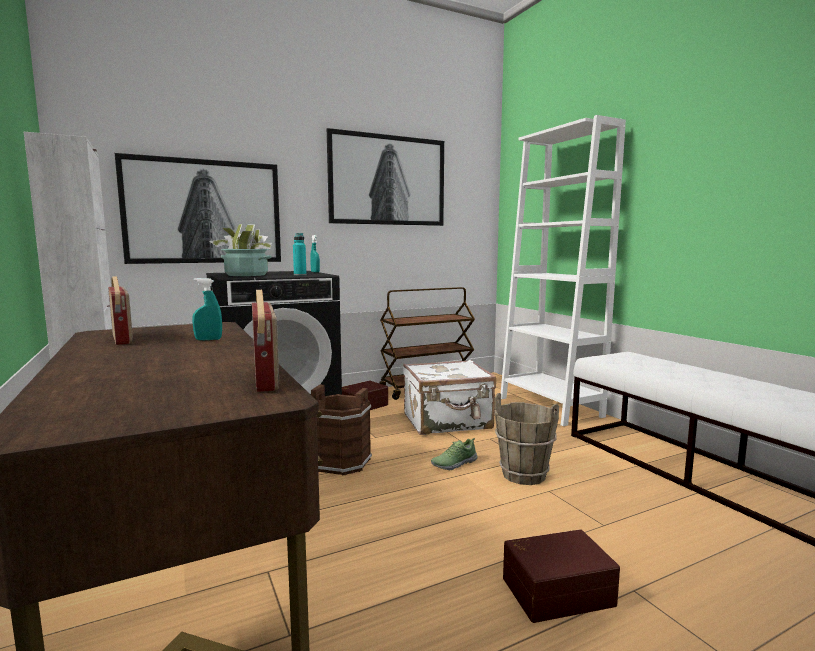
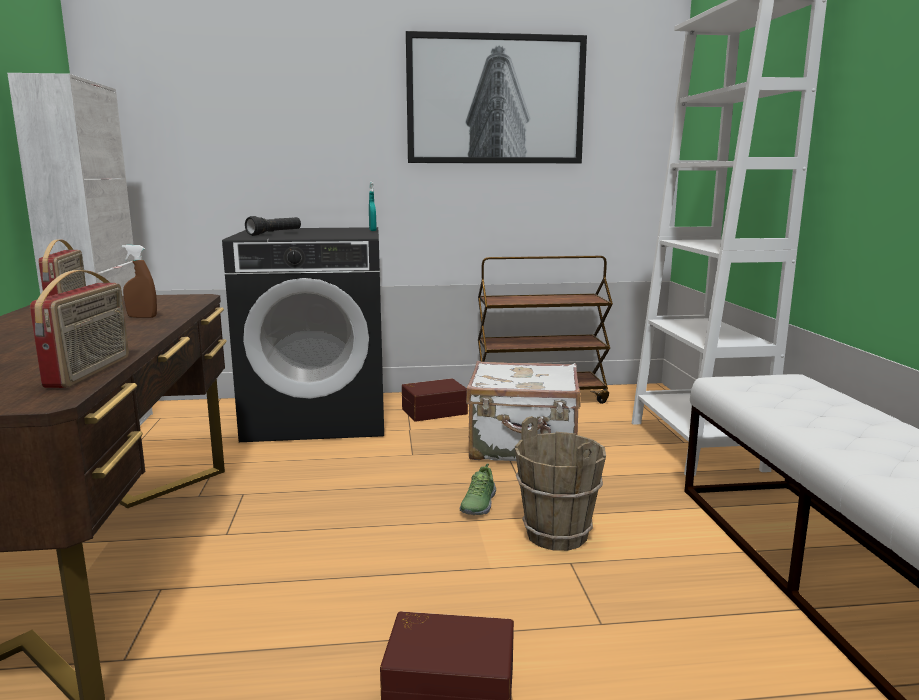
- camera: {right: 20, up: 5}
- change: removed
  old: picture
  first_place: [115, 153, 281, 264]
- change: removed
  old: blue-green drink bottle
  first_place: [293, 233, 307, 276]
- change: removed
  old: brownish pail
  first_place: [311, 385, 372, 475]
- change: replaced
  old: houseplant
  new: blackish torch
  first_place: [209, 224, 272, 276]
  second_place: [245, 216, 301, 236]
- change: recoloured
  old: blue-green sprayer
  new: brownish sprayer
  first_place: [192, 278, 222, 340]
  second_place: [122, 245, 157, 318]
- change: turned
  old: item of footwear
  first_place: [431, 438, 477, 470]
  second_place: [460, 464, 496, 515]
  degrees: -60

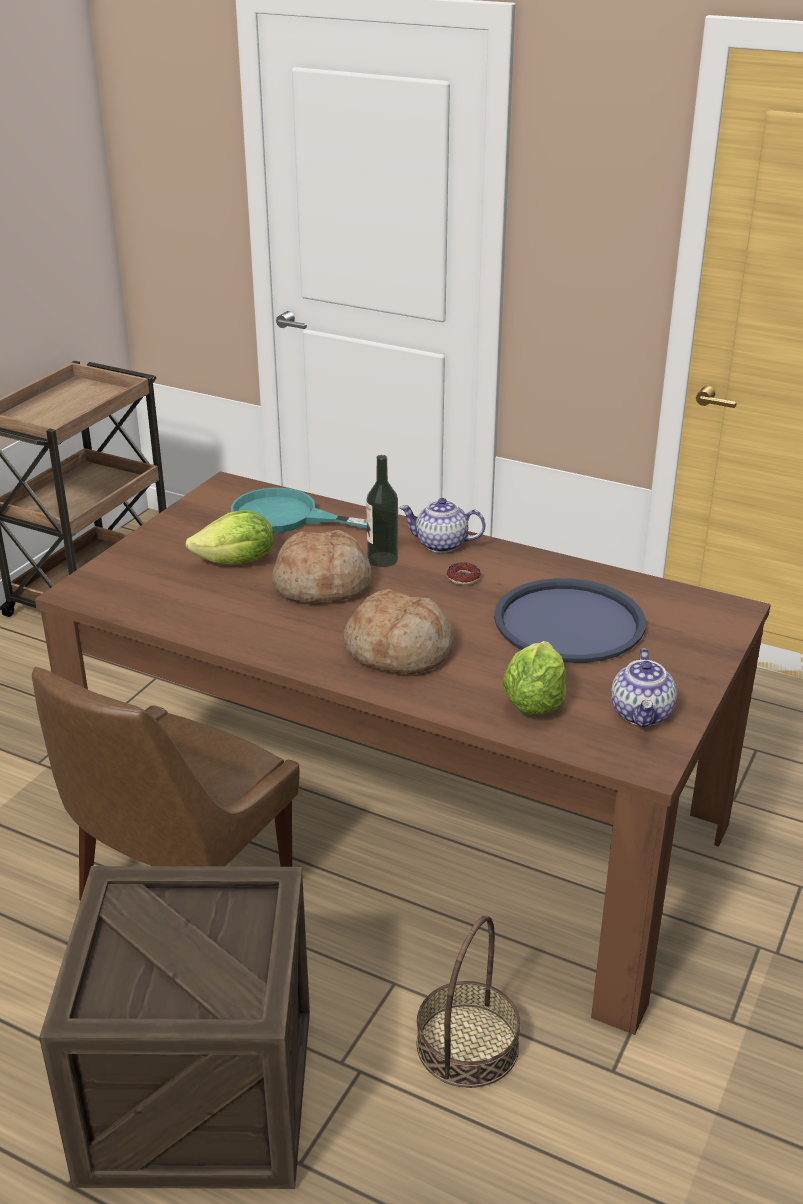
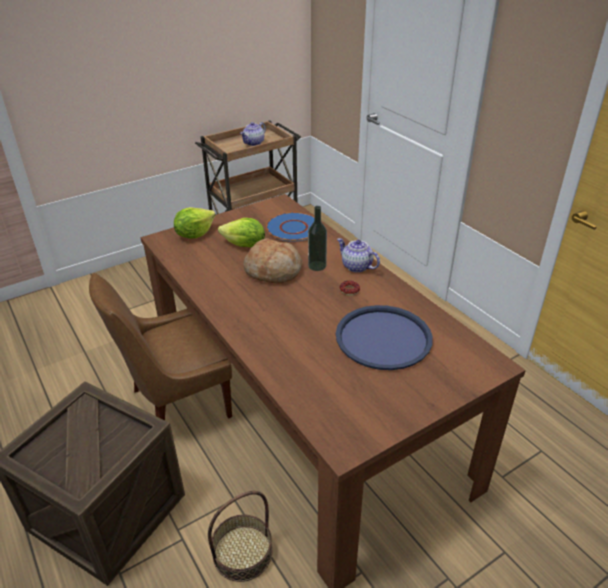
- camera: {right: 30, up: 5}
- change: removed
  old: bread
  first_place: [343, 589, 453, 674]
- change: moved
  old: lettuce
  first_place: [502, 641, 566, 715]
  second_place: [174, 207, 215, 239]
- change: moved
  old: pot for tea
  first_place: [611, 648, 677, 727]
  second_place: [240, 122, 266, 146]
- change: replaced
  old: blue-green pan
  new: blue-coloured plate
  first_place: [231, 488, 367, 533]
  second_place: [266, 212, 314, 242]

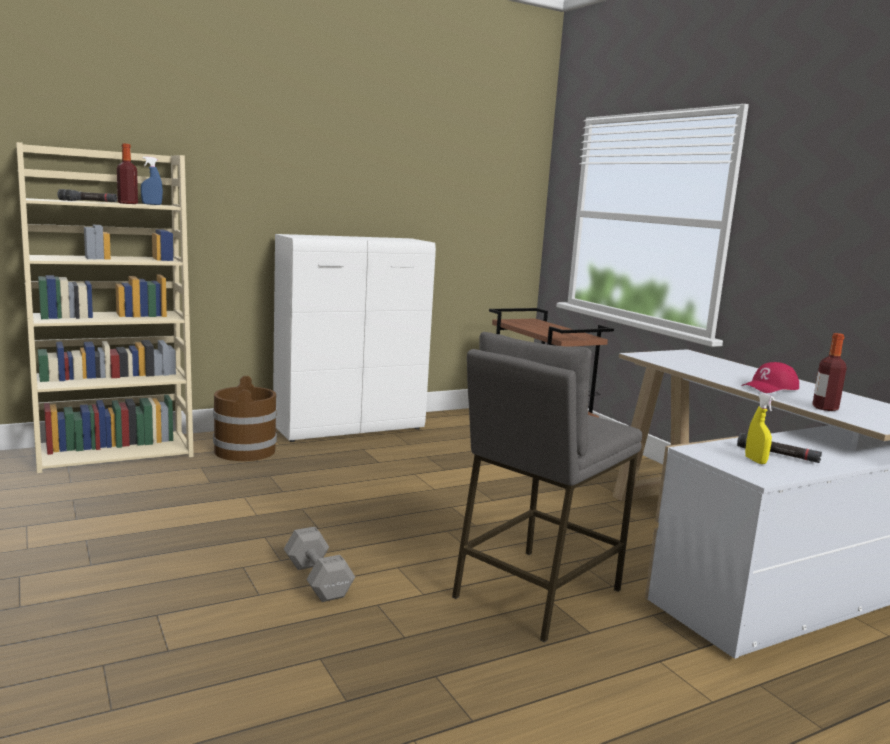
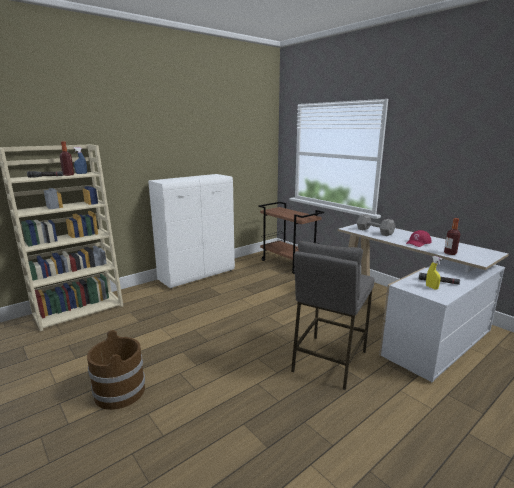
- camera: {right: -10, up: 5}
- change: moved
  old: brownish pail
  first_place: [213, 376, 277, 461]
  second_place: [87, 330, 145, 410]
- change: moved
  old: grey dumbbell
  first_place: [284, 527, 355, 602]
  second_place: [356, 214, 395, 236]

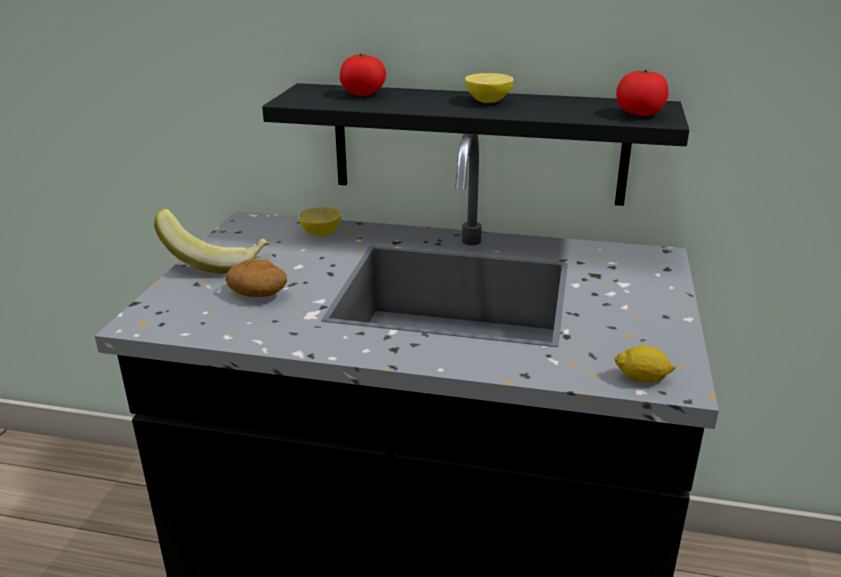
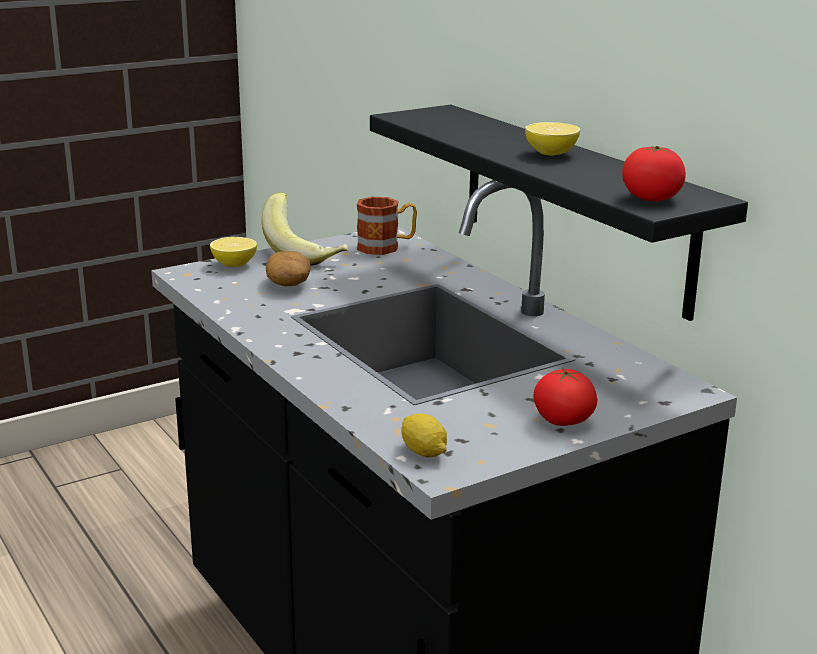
- camera: {right: 45, up: -5}
- change: added
  new: mug
  second_place: [357, 197, 417, 255]
- change: moved
  old: lemon
  first_place: [298, 207, 342, 237]
  second_place: [210, 237, 257, 267]
- change: moved
  old: tomato
  first_place: [340, 54, 386, 96]
  second_place: [533, 368, 597, 426]

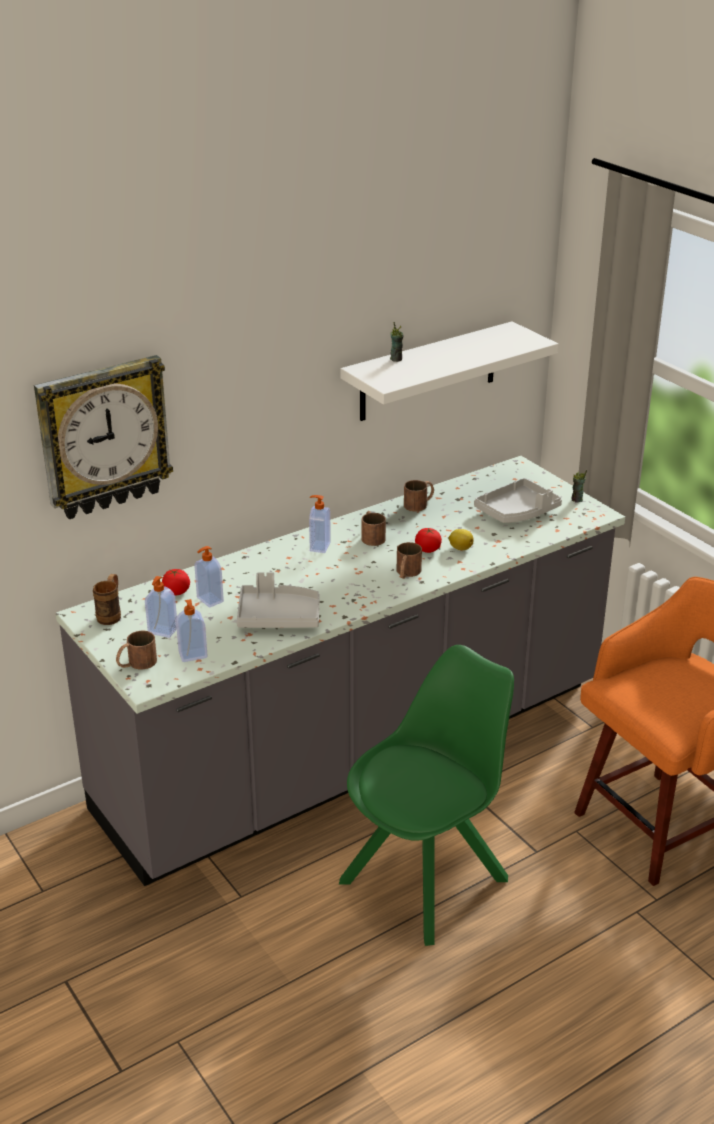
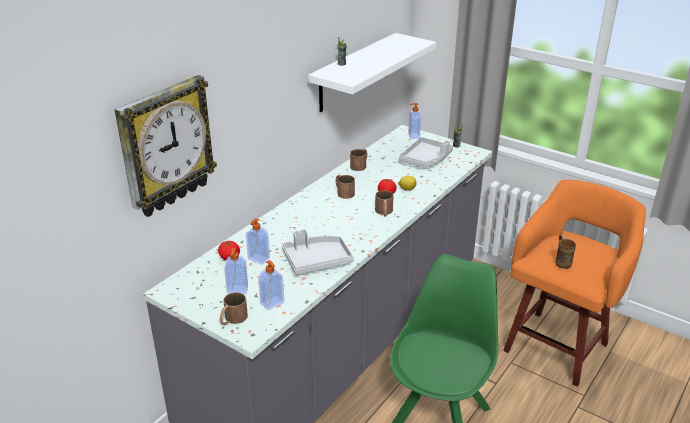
- camera: {right: -20, up: 0}
- change: moved
  old: brownish mug
  first_place: [93, 574, 121, 625]
  second_place: [555, 234, 576, 269]
- change: moved
  old: soap bottle
  first_place: [309, 495, 331, 553]
  second_place: [408, 103, 421, 139]

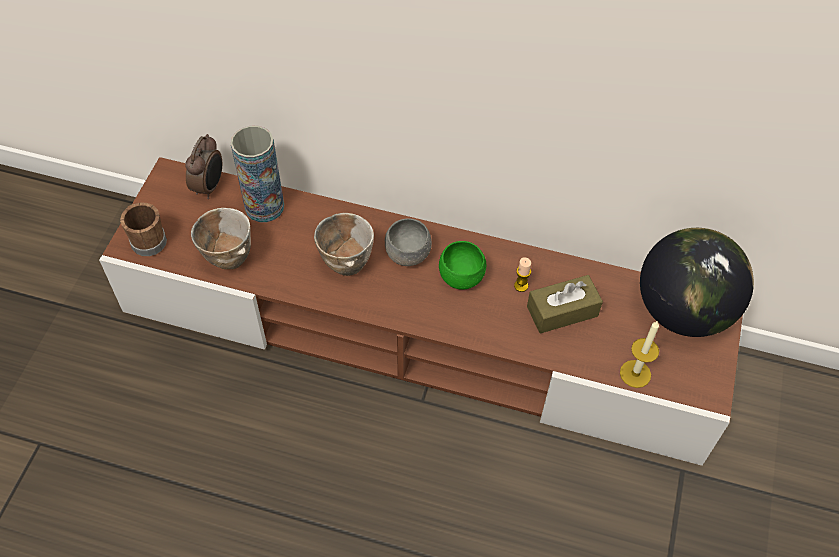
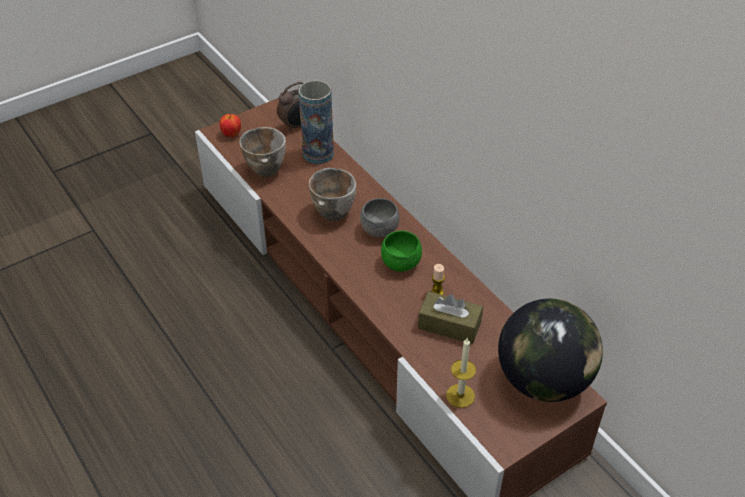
- camera: {right: 40, up: -10}
- change: replaced
  old: brownish mug
  new: whole apple
  first_place: [120, 203, 167, 256]
  second_place: [219, 114, 241, 137]

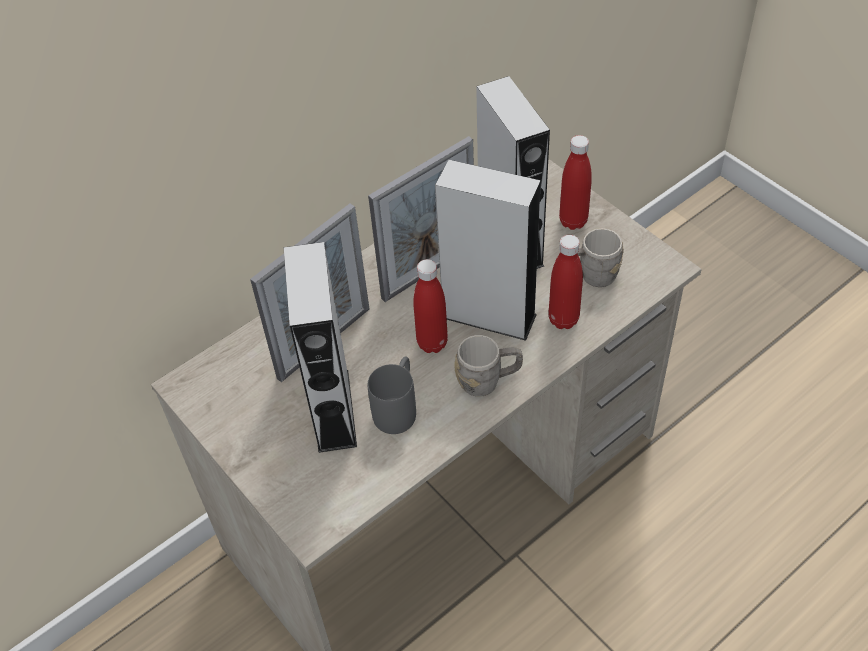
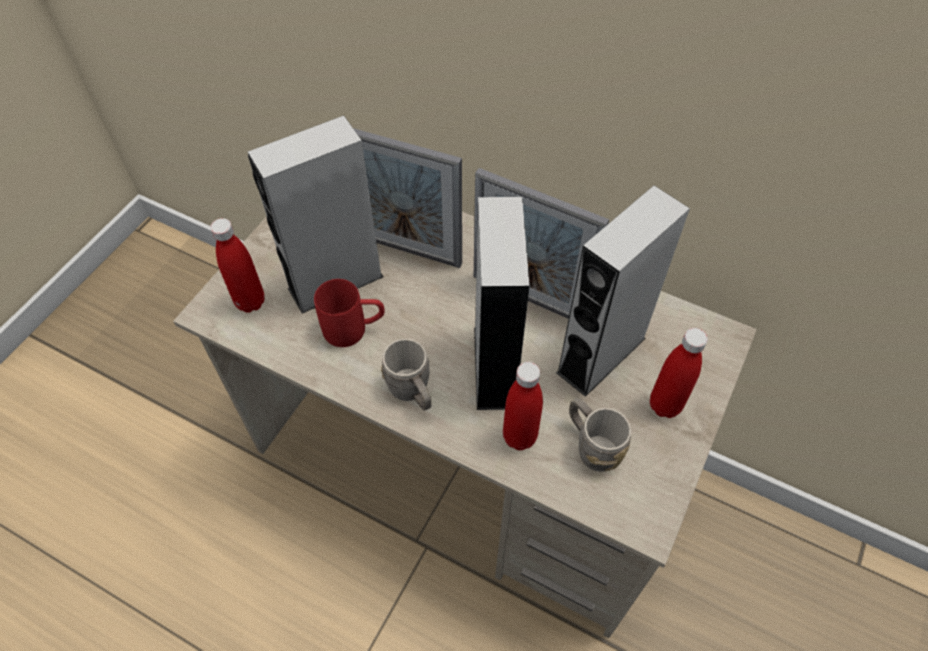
- camera: {right: 65, up: 5}
- change: moved
  old: reddish drink bottle
  first_place: [413, 259, 448, 353]
  second_place: [210, 218, 265, 313]
- change: recoloured
  old: grey mug
  new: reddish mug
  first_place: [368, 356, 416, 434]
  second_place: [314, 279, 385, 347]

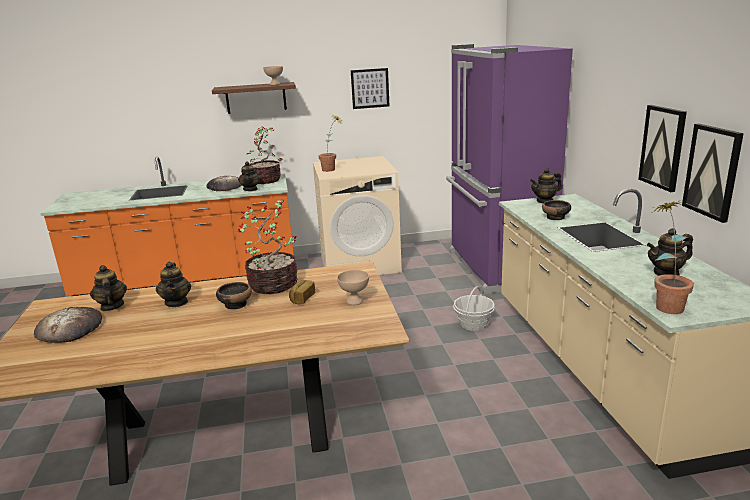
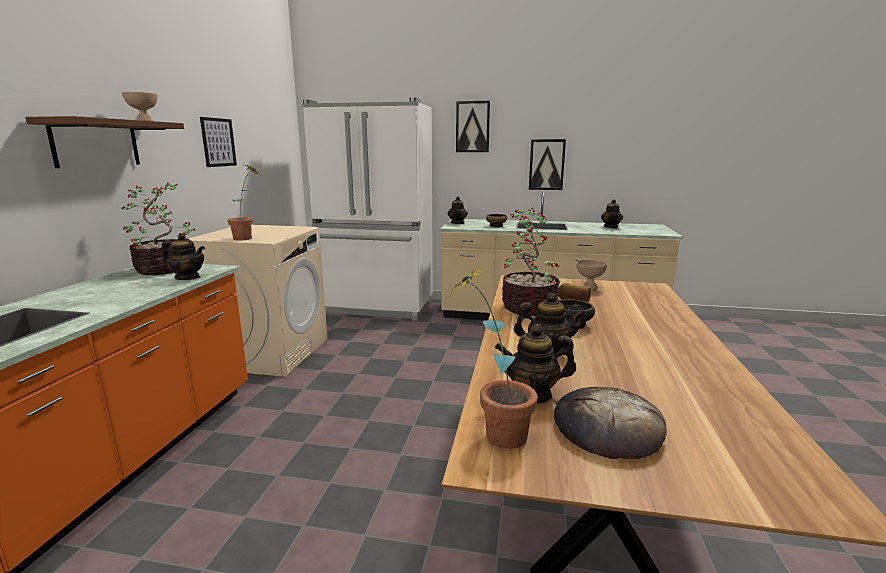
- camera: {right: -70, up: -5}
- change: removed
  old: bread
  first_place: [206, 176, 242, 191]
- change: removed
  old: basket
  first_place: [453, 286, 495, 331]
- change: moved
  old: houseplant
  first_place: [651, 200, 694, 314]
  second_place: [449, 265, 538, 449]
- change: moved
  old: picture
  first_place: [682, 124, 744, 223]
  second_place: [456, 101, 490, 152]
- change: recoloured
  old: purple fridge
  new: white-coloured fridge
  first_place: [446, 44, 573, 294]
  second_place: [302, 97, 433, 321]

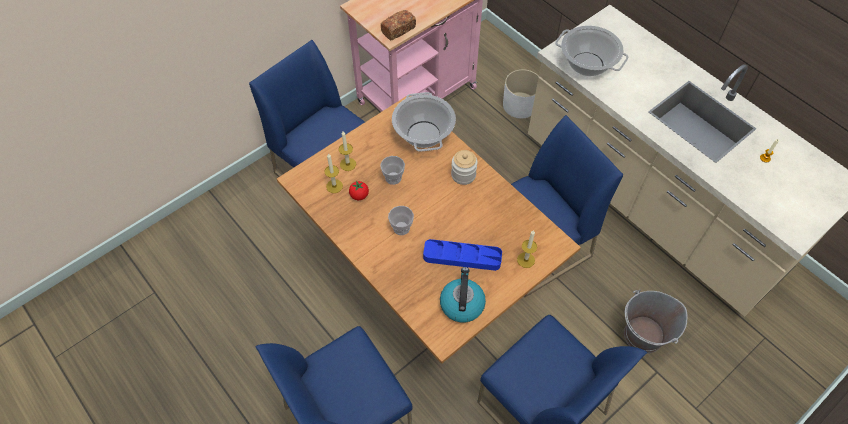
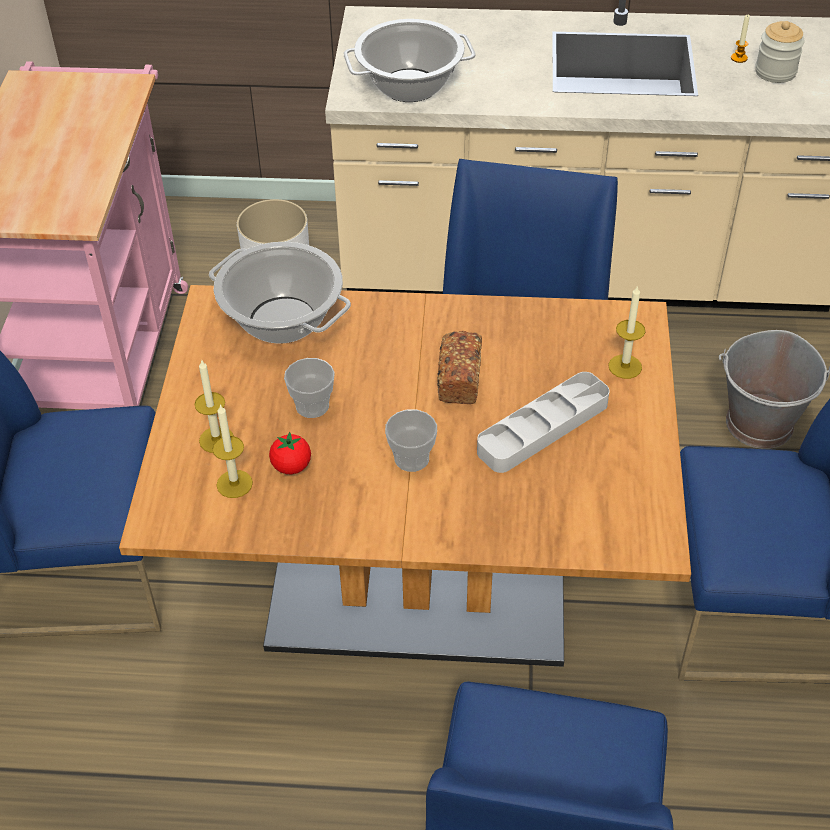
- camera: {right: -45, up: -10}
- change: removed
  old: kettle
  first_place: [440, 267, 486, 323]
- change: moved
  old: bread
  first_place: [381, 10, 416, 41]
  second_place: [437, 331, 482, 404]
- change: moved
  old: storage jar
  first_place: [451, 150, 478, 185]
  second_place: [755, 21, 805, 83]
- change: recoloured
  old: blue-coloured serving tray
  new: grey serving tray
  first_place: [423, 239, 502, 271]
  second_place: [477, 372, 609, 473]

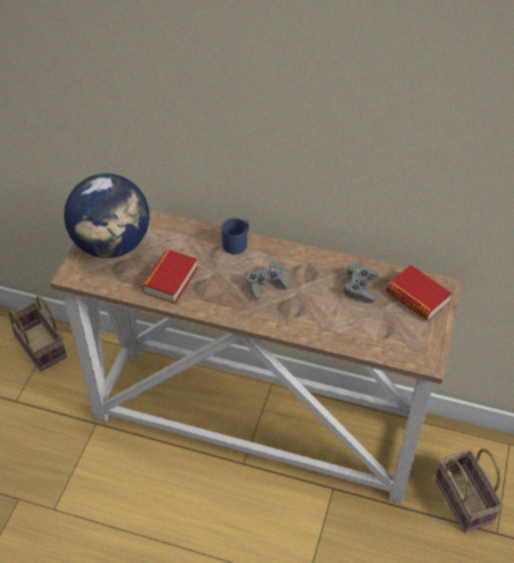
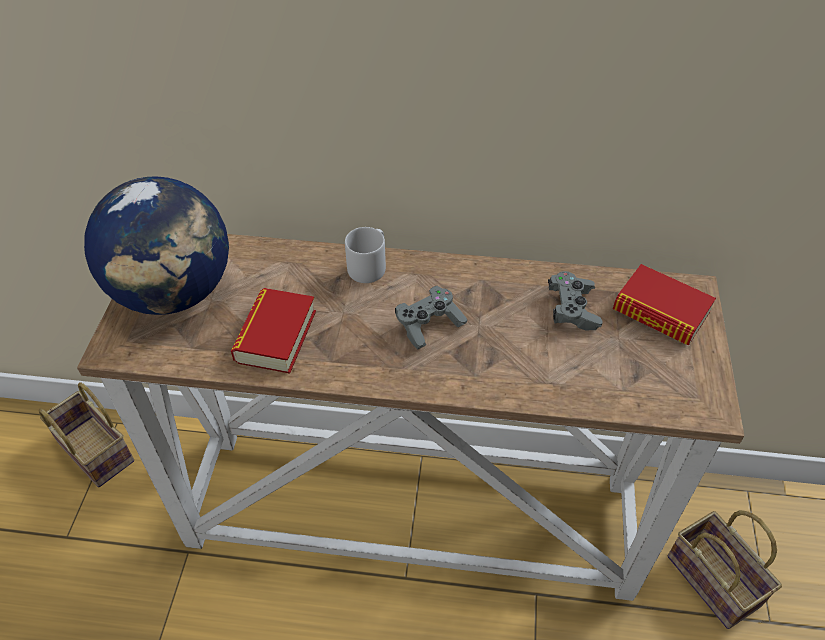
- camera: {right: -10, up: 0}
- change: recoloured
  old: blue-coloured mug
  new: grey mug
  first_place: [222, 218, 249, 254]
  second_place: [345, 227, 386, 283]

